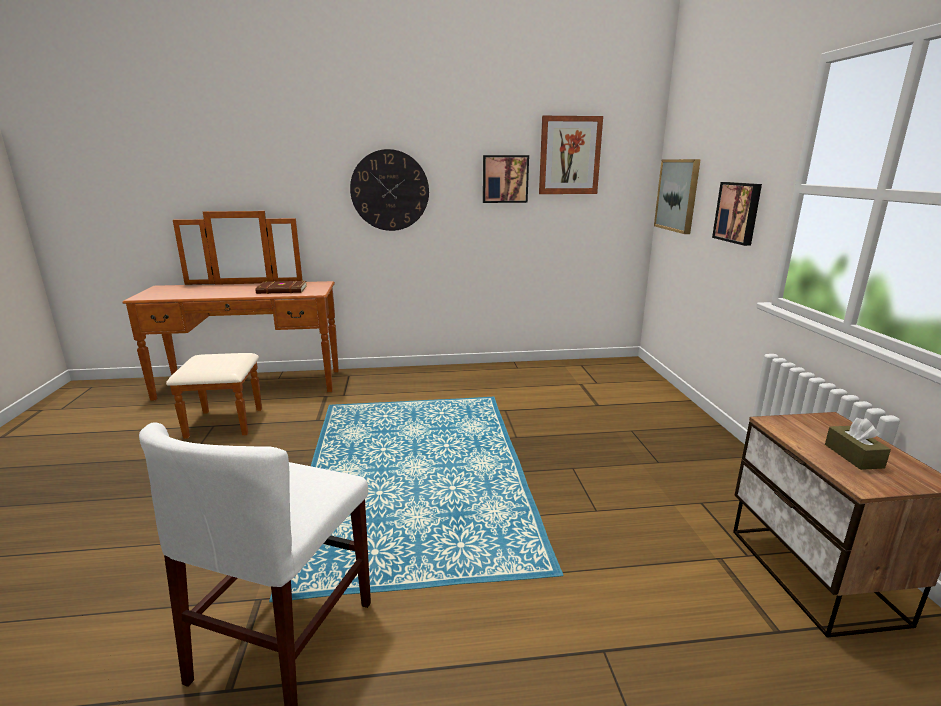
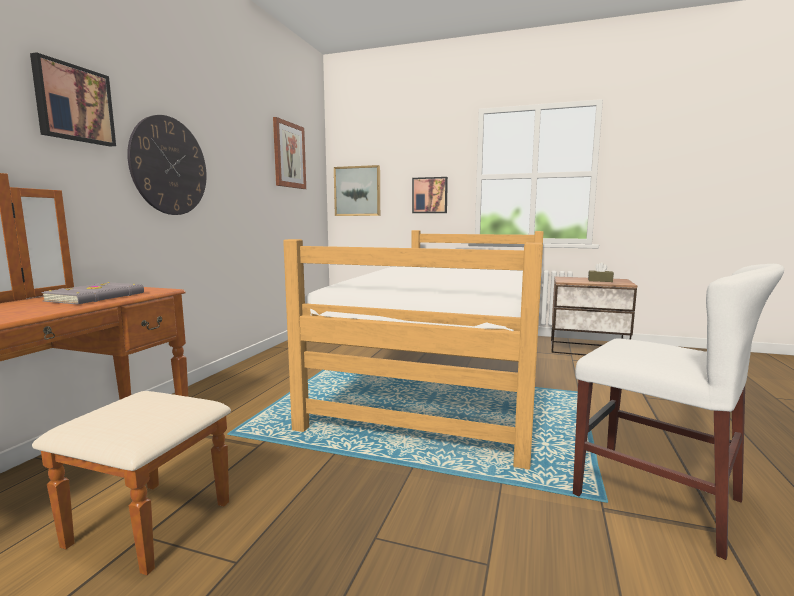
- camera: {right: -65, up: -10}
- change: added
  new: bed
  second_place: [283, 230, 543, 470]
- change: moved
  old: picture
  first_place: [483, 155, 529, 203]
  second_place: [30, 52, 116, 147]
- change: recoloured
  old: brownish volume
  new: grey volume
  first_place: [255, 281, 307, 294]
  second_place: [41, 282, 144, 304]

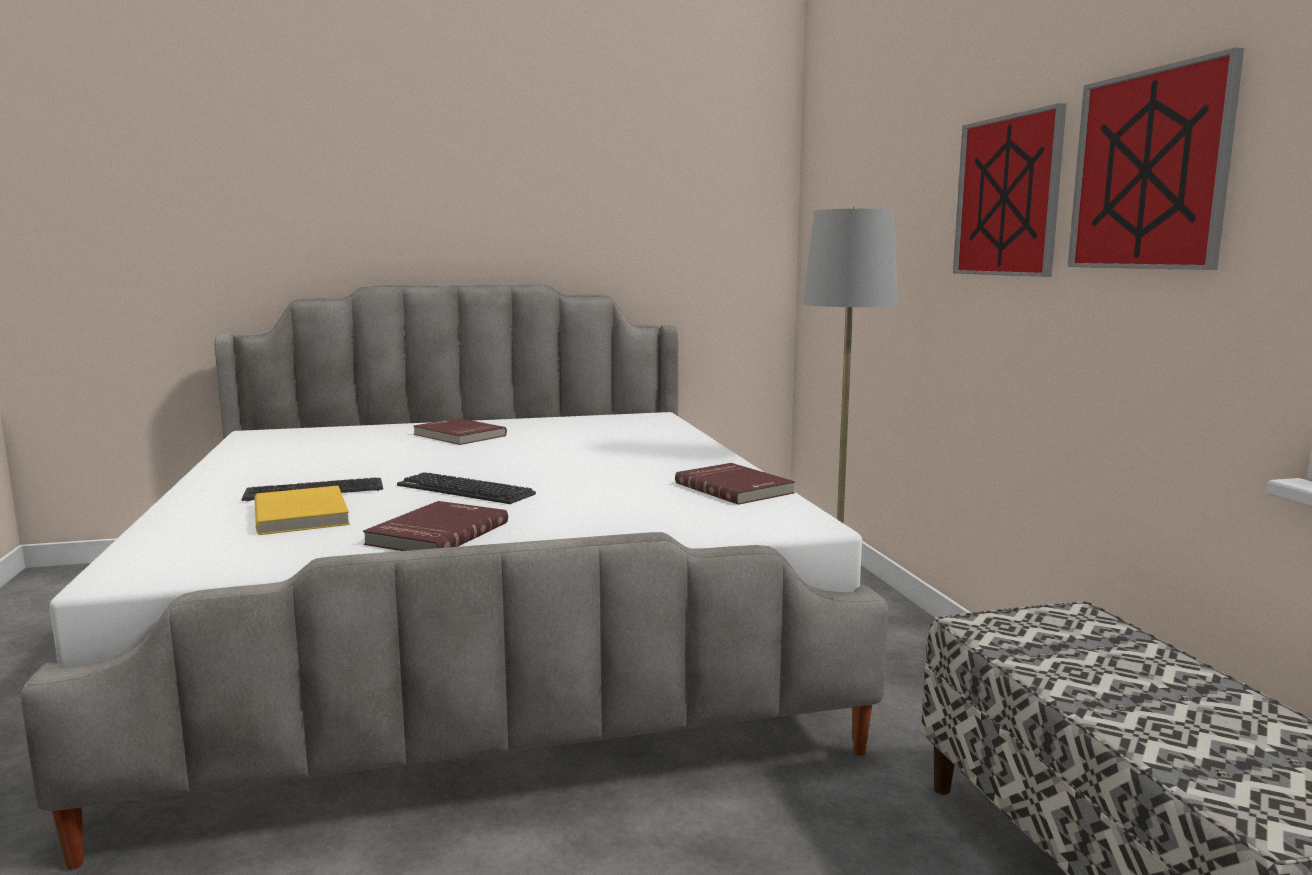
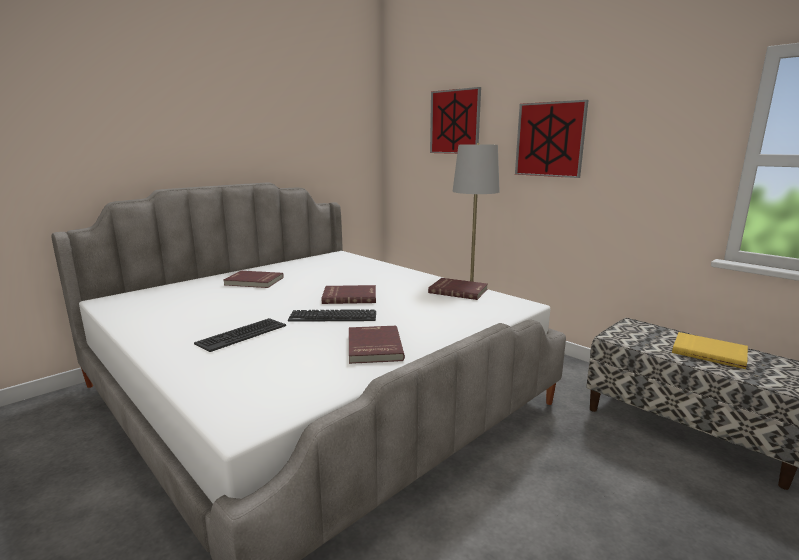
- camera: {right: -30, up: 5}
- change: added
  new: reddish volume
  second_place: [322, 285, 376, 304]
- change: moved
  old: yellow-coloured volume
  first_place: [255, 486, 350, 535]
  second_place: [672, 332, 748, 369]
- change: moved
  old: picture
  first_place: [1068, 48, 1244, 270]
  second_place: [430, 87, 481, 154]

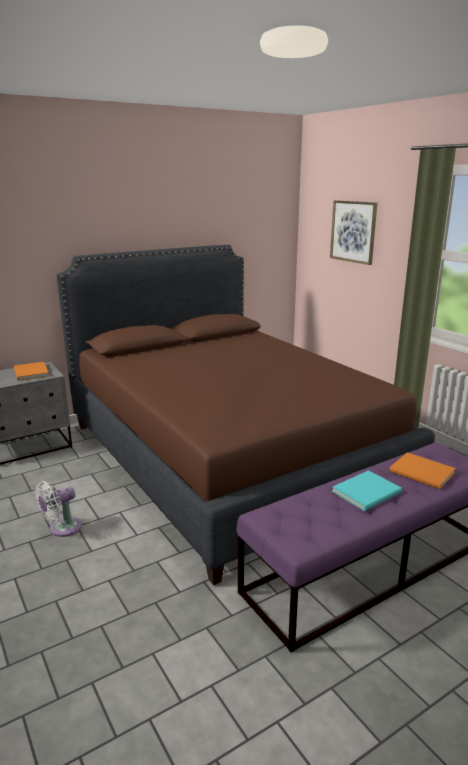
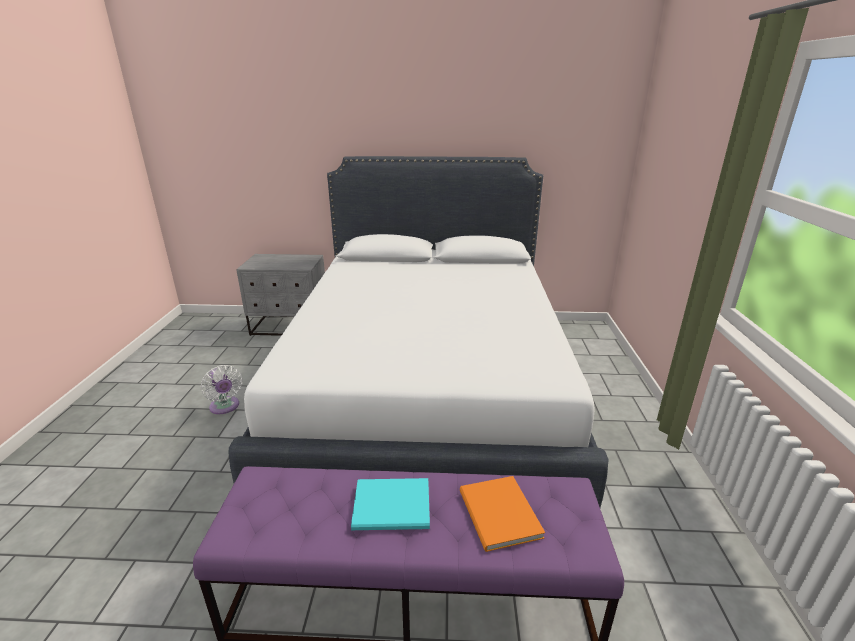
- camera: {right: 35, up: 5}
- change: removed
  old: orange volume
  first_place: [14, 362, 49, 381]
- change: removed
  old: picture
  first_place: [330, 200, 377, 265]
- change: recoloured
  old: brownish bed
  new: white-coloured bed
  first_place: [57, 245, 435, 585]
  second_place: [228, 156, 609, 508]
- change: turned
  old: white-coloured fan
  first_place: [35, 481, 82, 537]
  second_place: [200, 365, 243, 414]
  degrees: -120

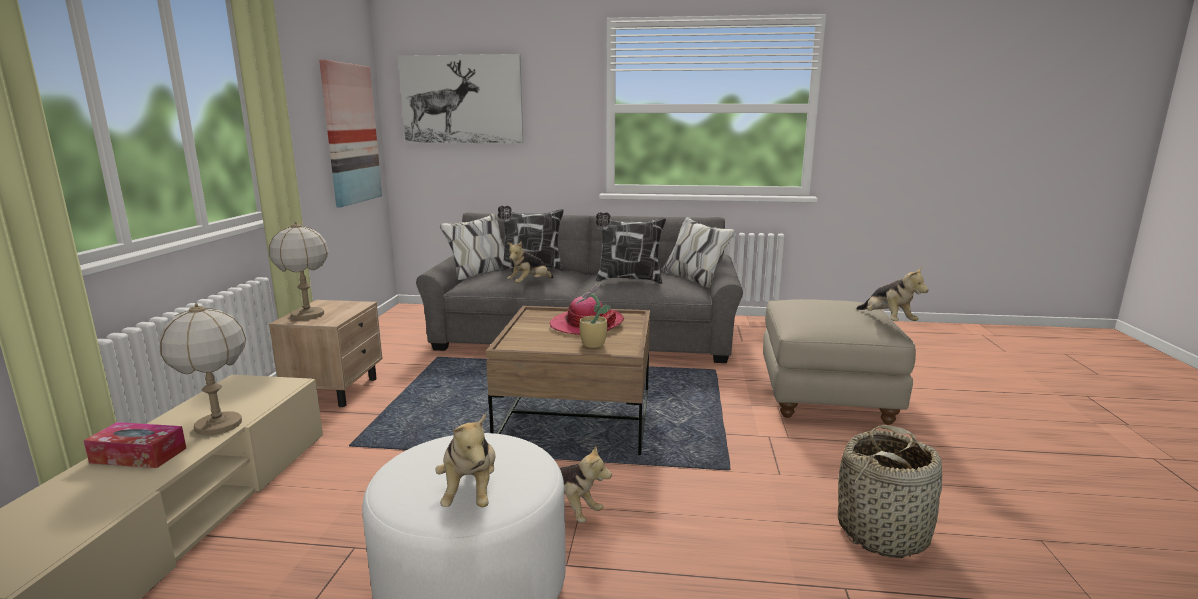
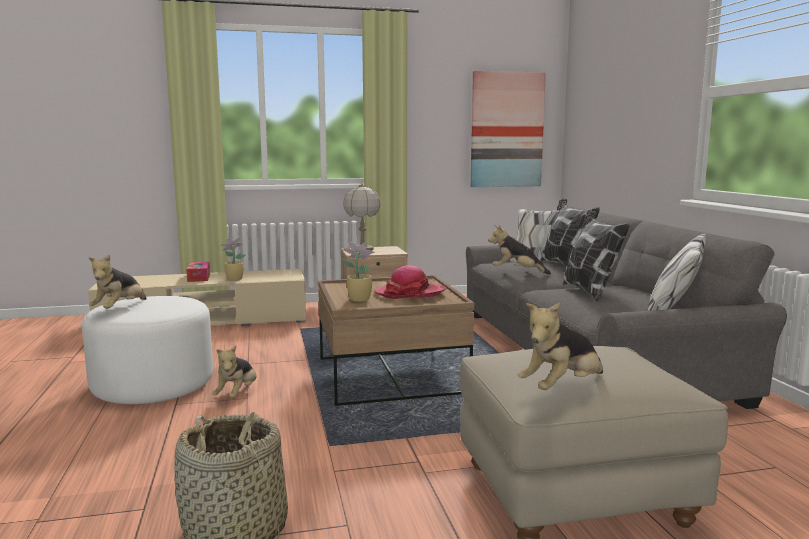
- camera: {right: 70, up: -5}
- change: removed
  old: picture
  first_place: [398, 54, 523, 143]
- change: replaced
  old: lamp for a table
  new: houseplant
  first_place: [159, 303, 246, 435]
  second_place: [221, 238, 246, 281]
- change: turned
  old: soft toy
  first_place: [435, 413, 495, 507]
  second_place: [88, 254, 147, 309]
  degrees: -45

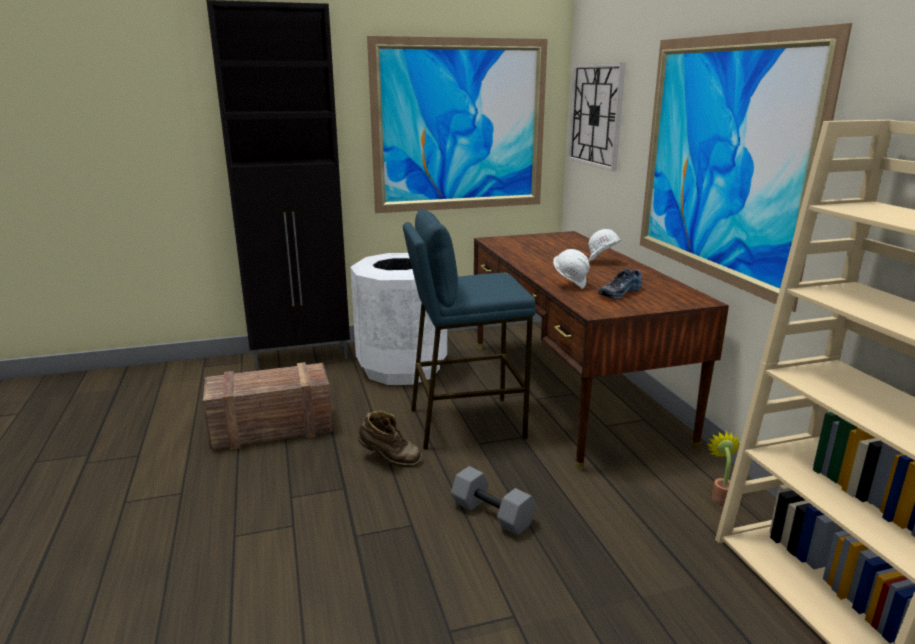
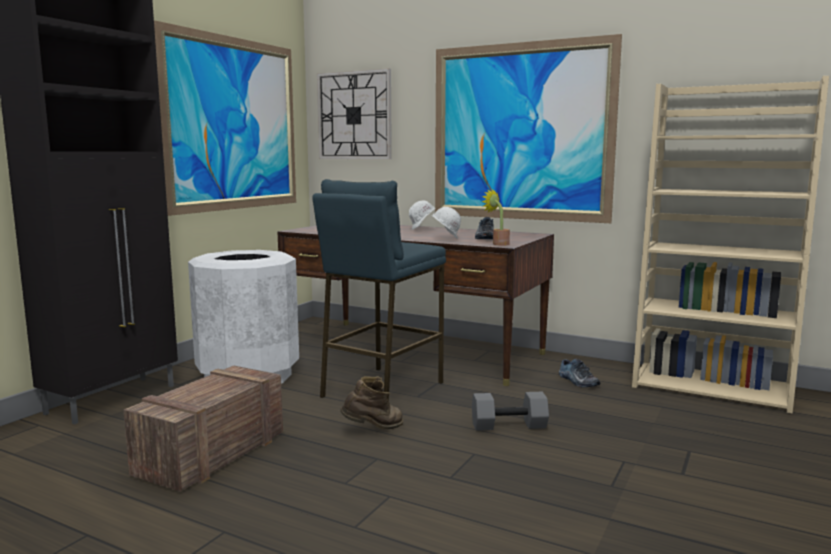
- camera: {right: -45, up: -10}
- change: added
  new: item of footwear
  second_place: [559, 359, 601, 387]
- change: moved
  old: houseplant
  first_place: [707, 431, 740, 506]
  second_place: [481, 188, 510, 245]

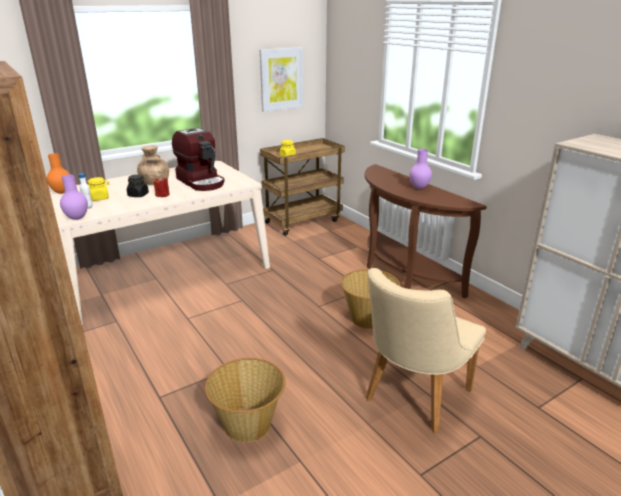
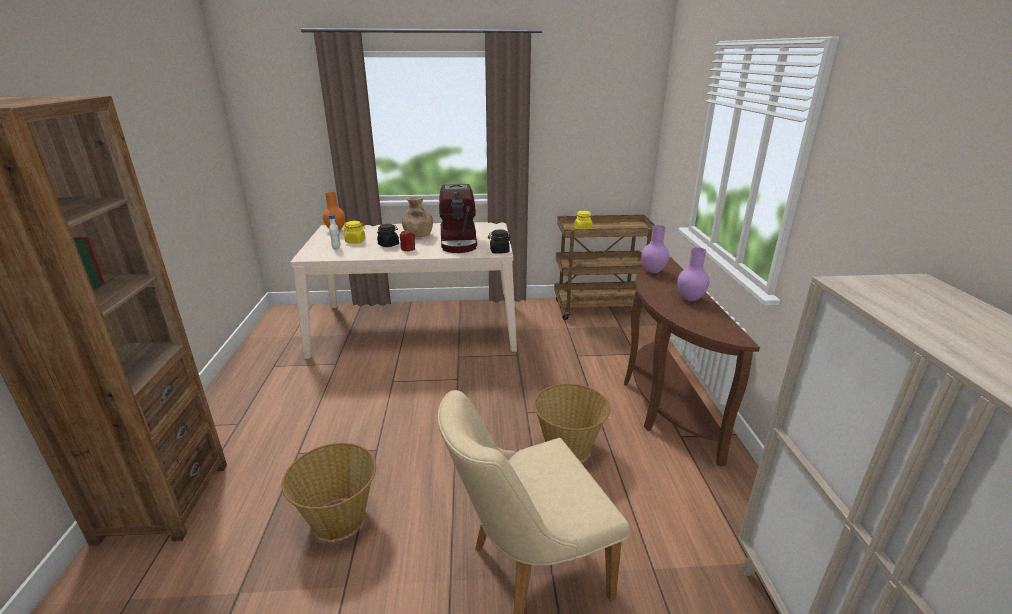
- camera: {right: 30, up: 0}
- change: removed
  old: picture
  first_place: [260, 47, 303, 112]
- change: added
  new: blackish storage jar
  second_place: [488, 229, 511, 254]
- change: moved
  old: purple vase
  first_place: [60, 175, 88, 220]
  second_place: [641, 225, 669, 273]

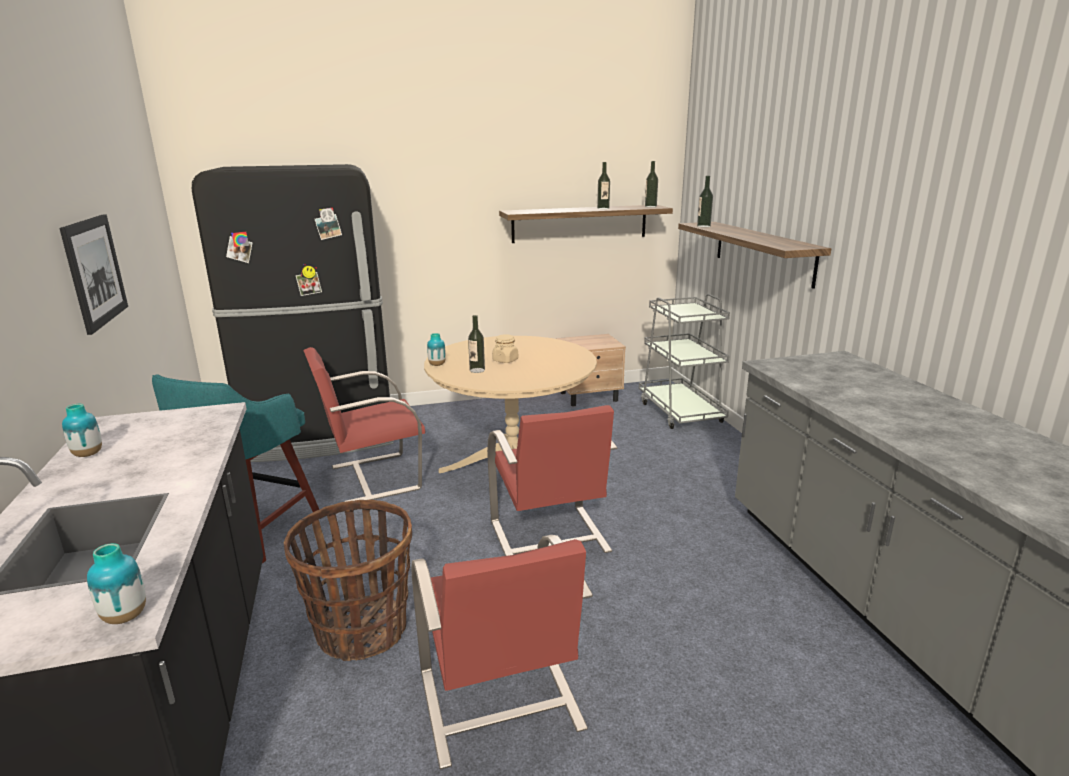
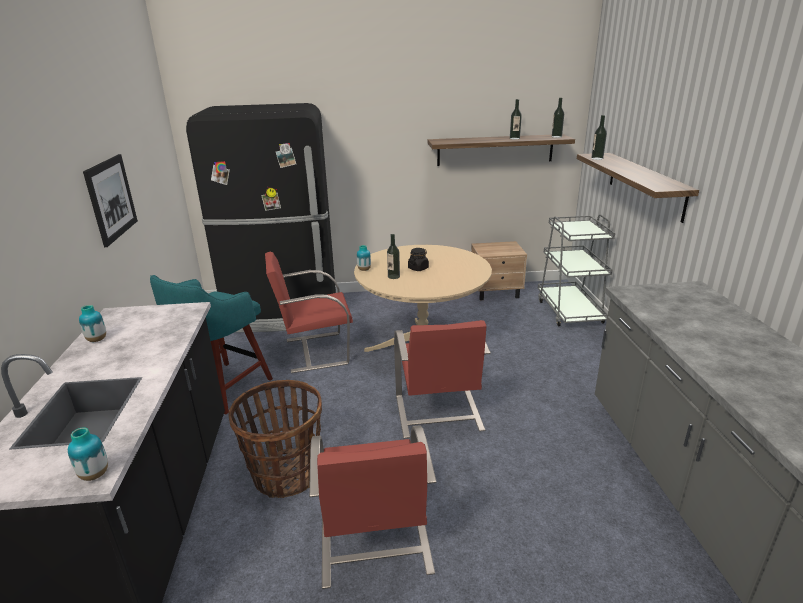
- camera: {right: 10, up: 5}
- change: recoloured
  old: beige-coloured storage jar
  new: blackish storage jar
  first_place: [492, 334, 518, 363]
  second_place: [408, 248, 429, 271]

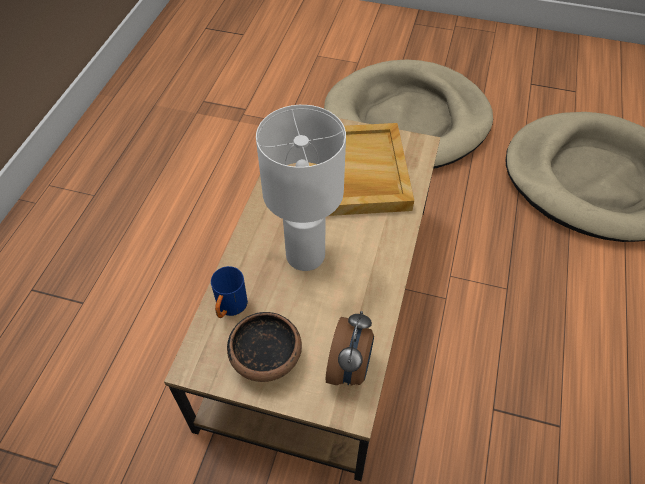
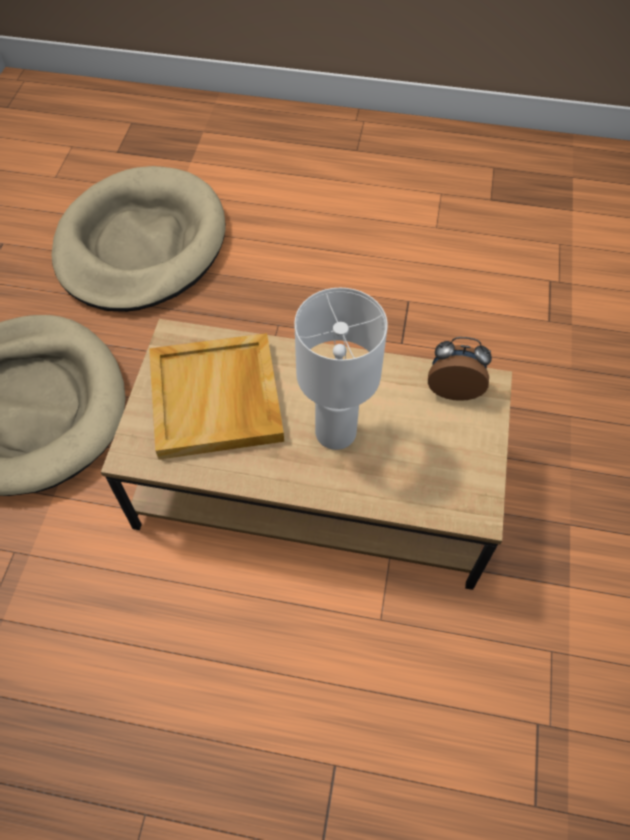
- camera: {right: -95, up: 5}
- change: removed
  old: blue-coloured mug
  first_place: [211, 266, 248, 318]
- change: removed
  old: bowl
  first_place: [227, 312, 302, 382]

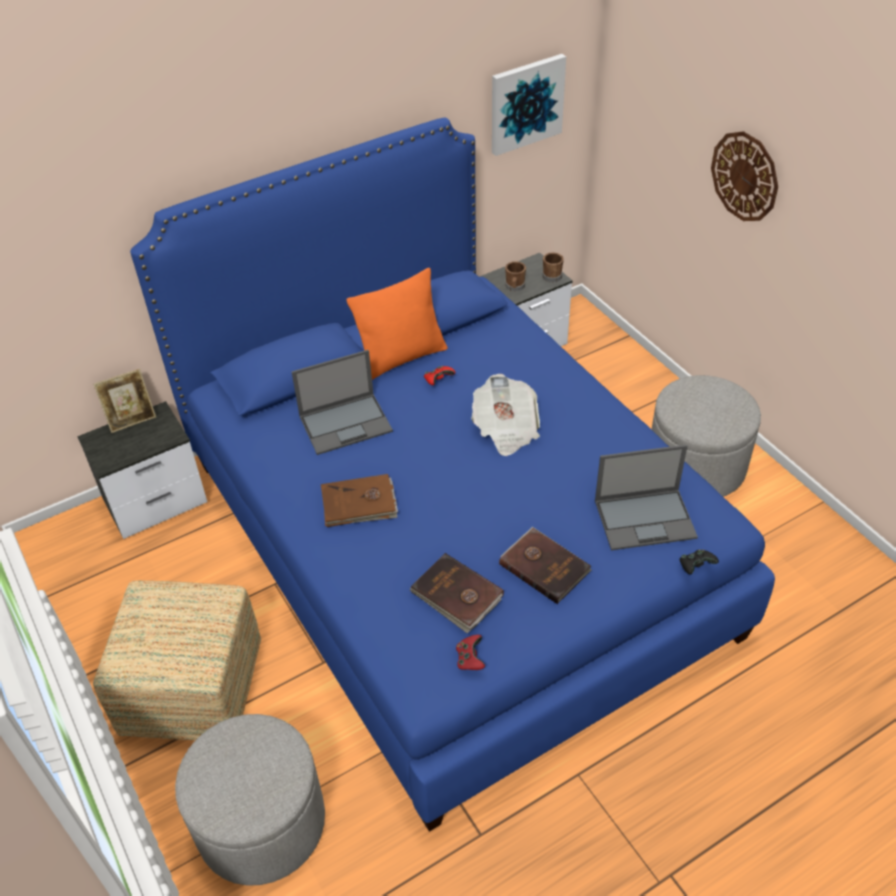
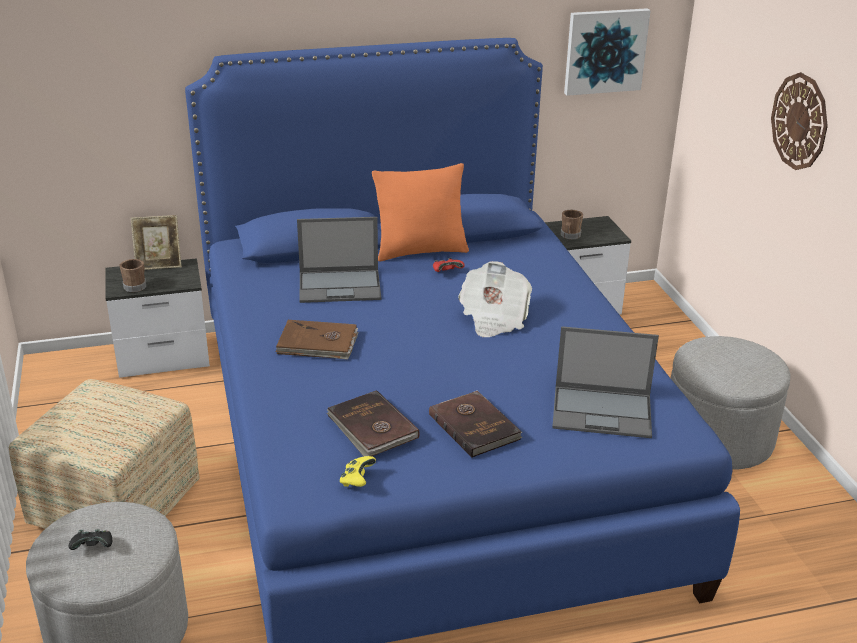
- camera: {right: 15, up: -15}
- change: moved
  old: brownish mug
  first_place: [542, 252, 564, 283]
  second_place: [120, 259, 146, 292]
- change: moved
  old: blackish game controller
  first_place: [679, 550, 719, 575]
  second_place: [69, 529, 112, 550]
- change: recoloured
  old: reddish game controller
  new: yellow-coloured game controller
  first_place: [456, 635, 485, 670]
  second_place: [340, 456, 376, 487]

